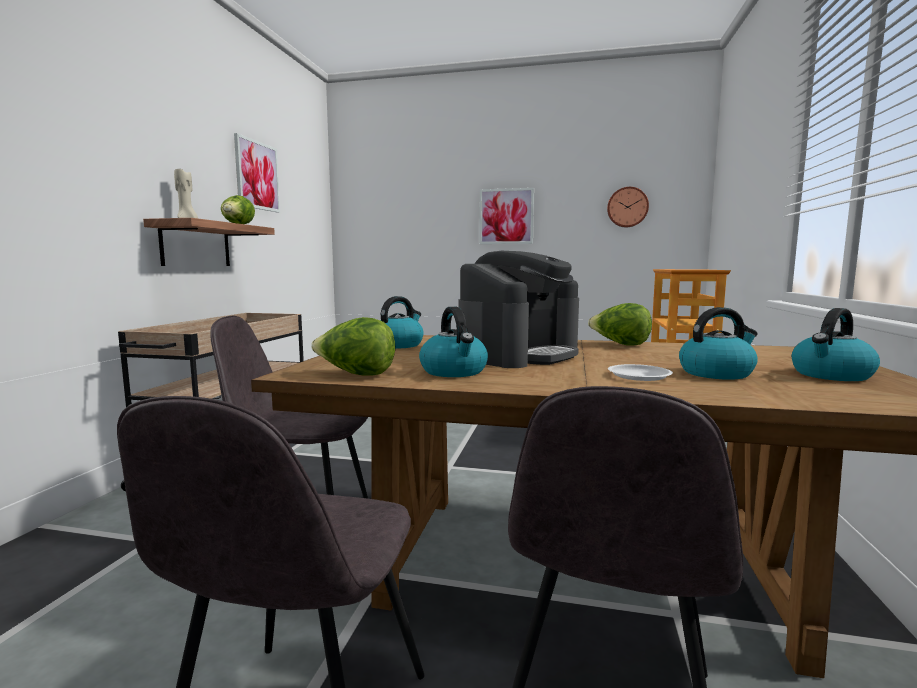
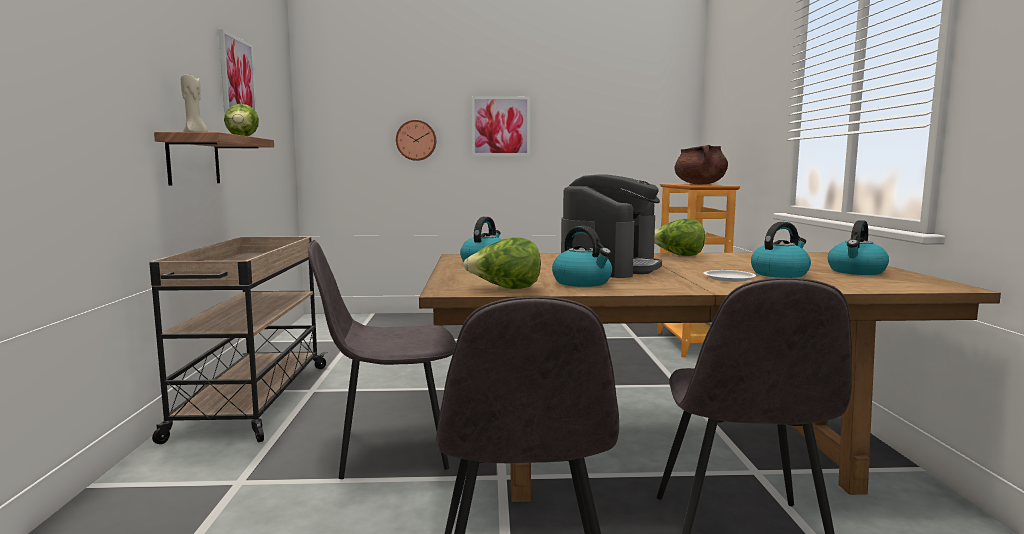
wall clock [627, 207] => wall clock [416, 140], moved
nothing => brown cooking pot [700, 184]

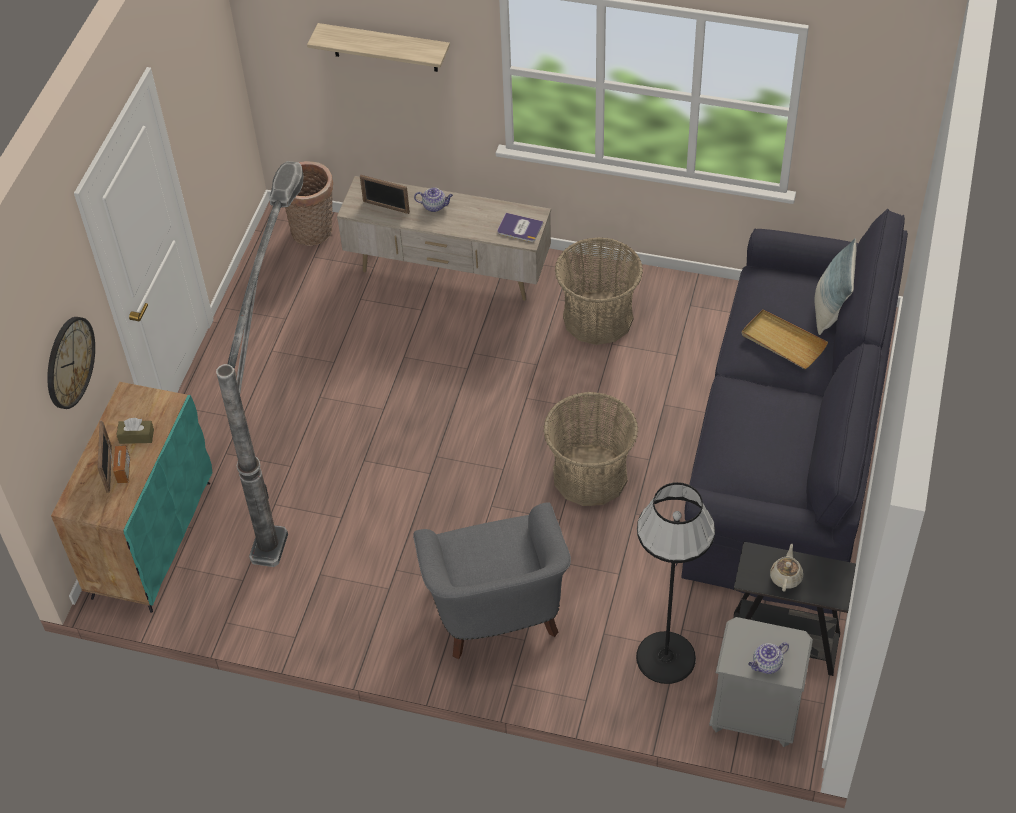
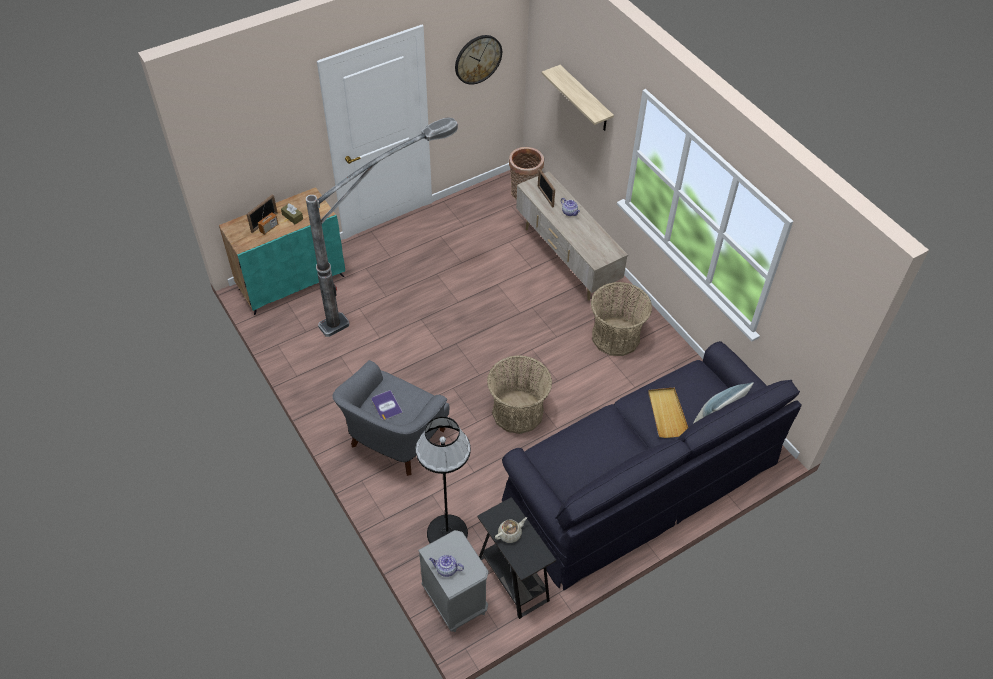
book [520, 228] => book [386, 406], moved
wall clock [69, 362] => wall clock [478, 59], moved

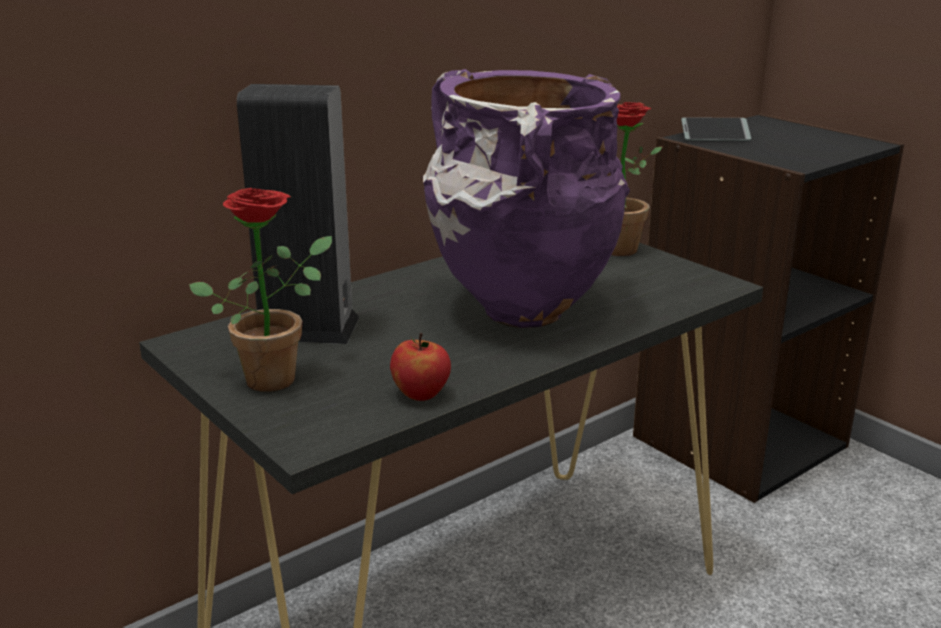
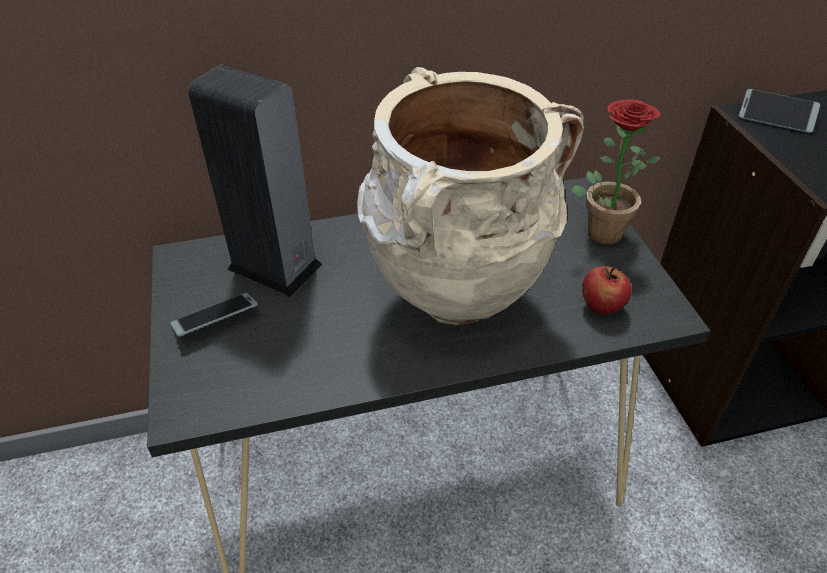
potted plant [277, 375] => phone [216, 320]
purple vase [520, 311] => beige vase [455, 297]
apple [421, 394] => apple [602, 306], moved

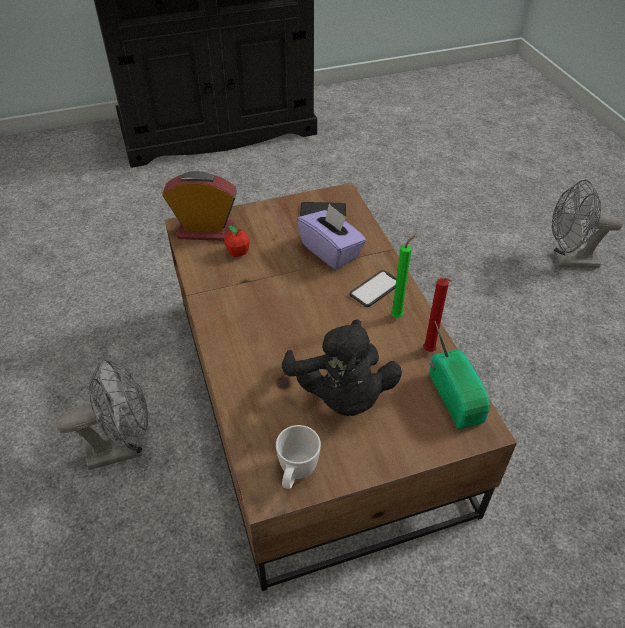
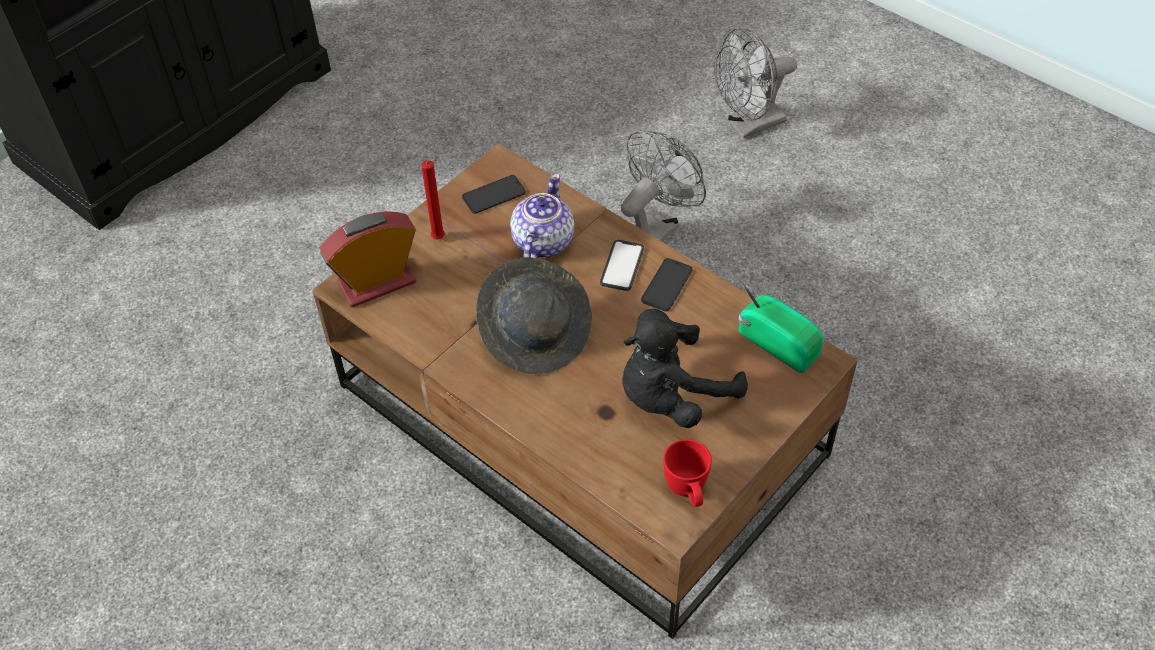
red candle [430, 352] => red candle [440, 239], moved
nothing => grey hat [536, 333]
purple tissue box [331, 251] => teapot [542, 242]
grey fan [123, 447] => grey fan [654, 229], moved
black plush toy [341, 395] => black plush toy [671, 396], 105 degrees clockwise
green candle [398, 316] => phone [666, 285]
white mug [296, 474] => red mug [687, 492]
apple [238, 252] => nothing

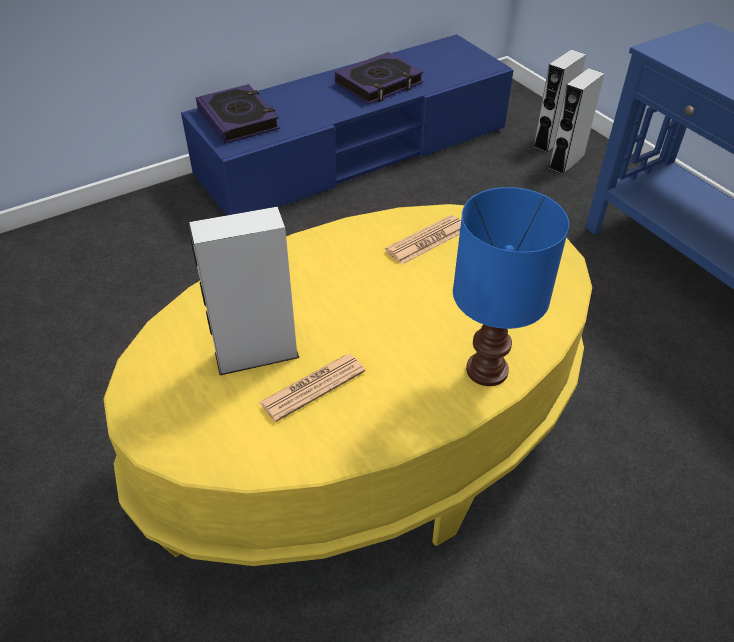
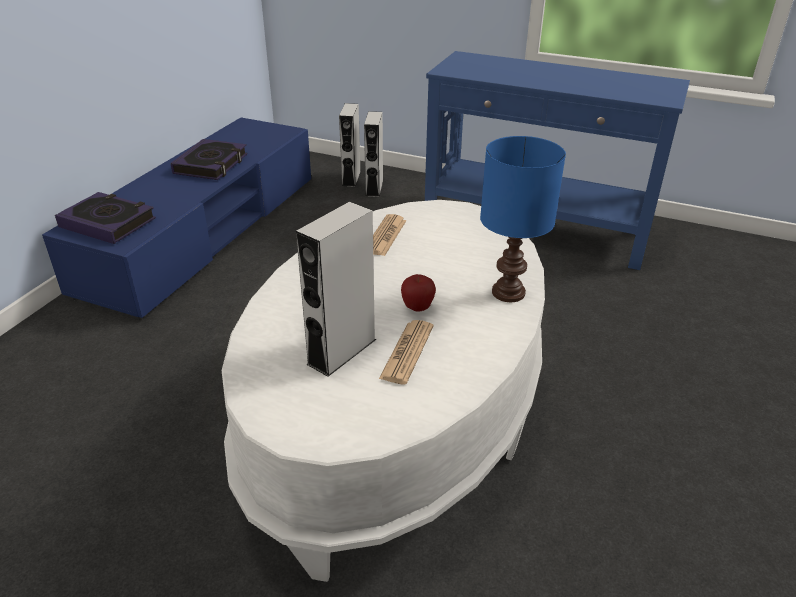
yellow coffee table [366, 436] => white coffee table [396, 418]
nothing => apple [417, 308]

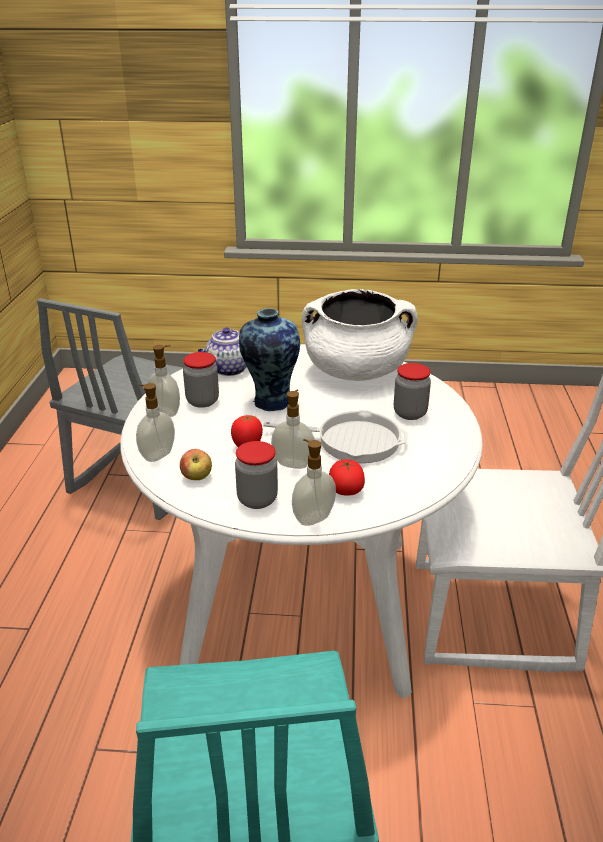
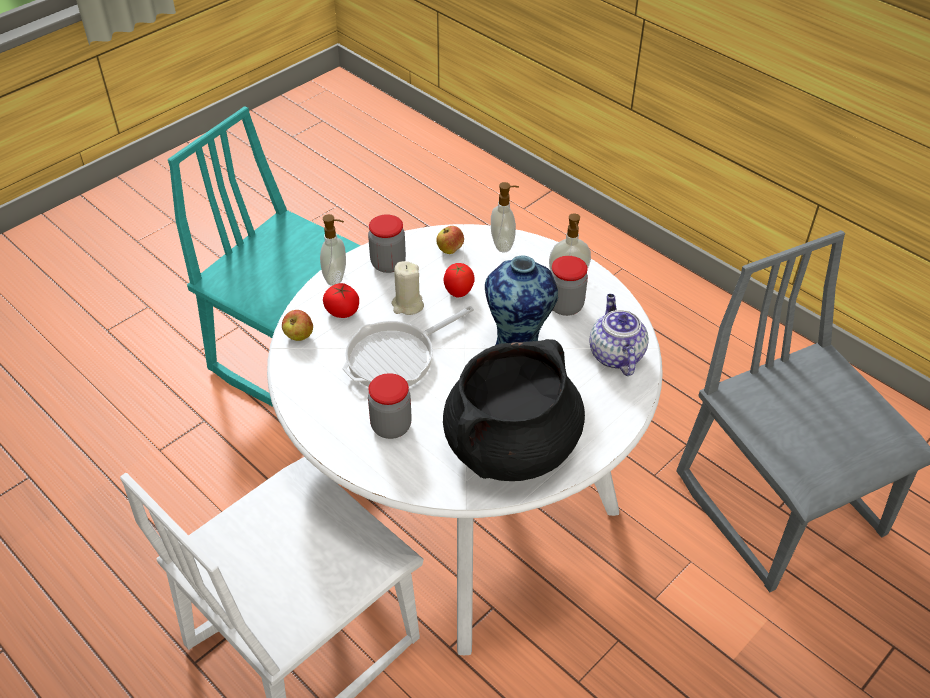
nothing => apple [299, 335]
soap dispenser [293, 463] => beige candle [407, 305]
white cooking pot [356, 371] => black cooking pot [511, 447]

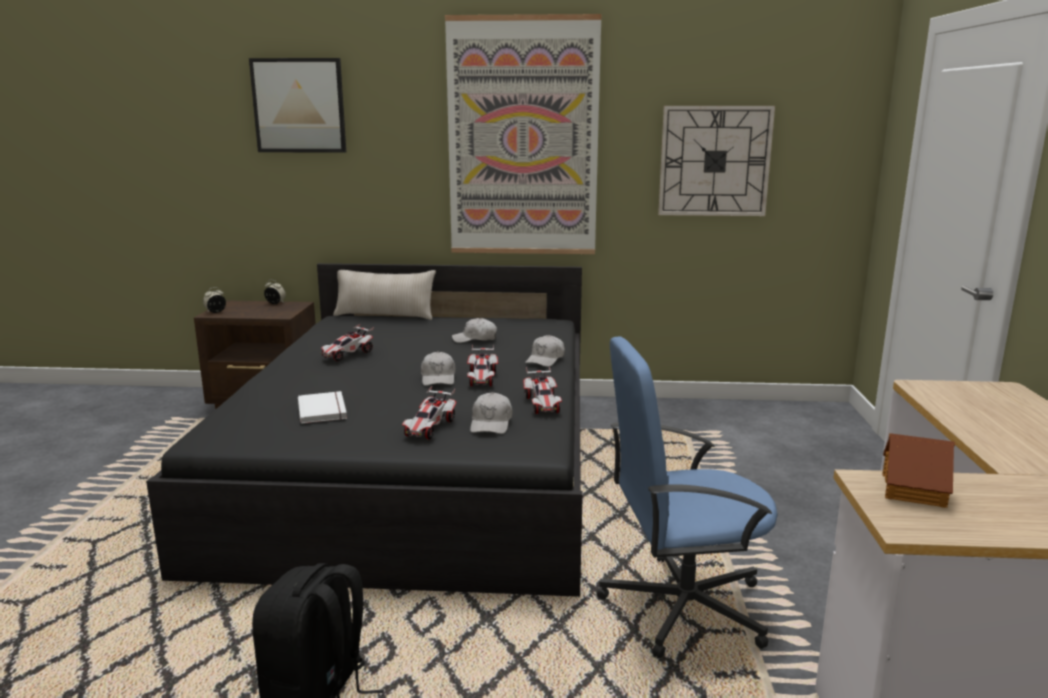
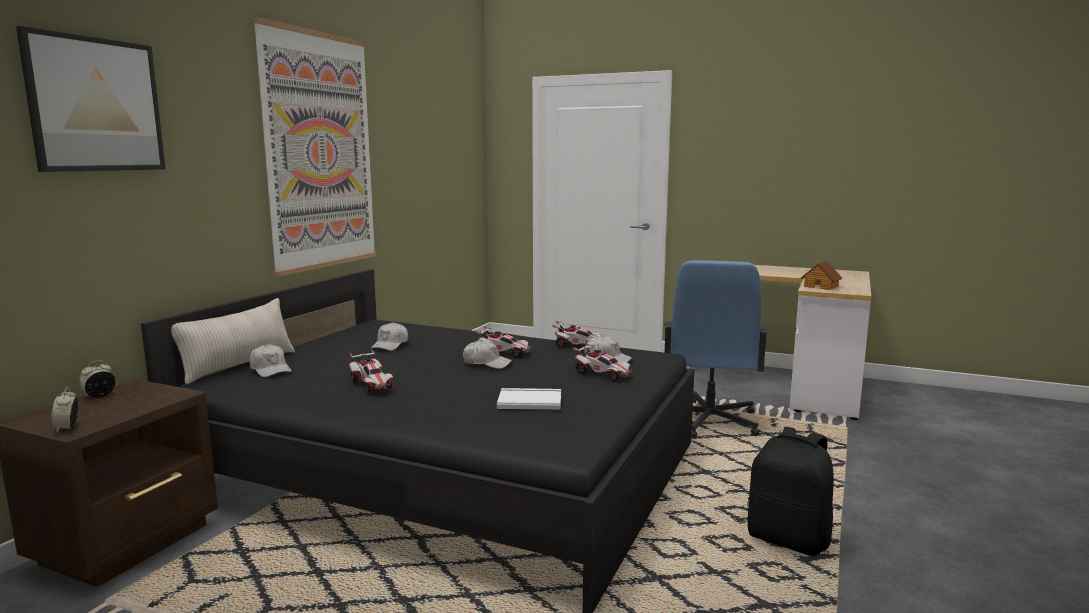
white cap [545, 359] => white cap [270, 370], moved
wall clock [714, 161] => nothing

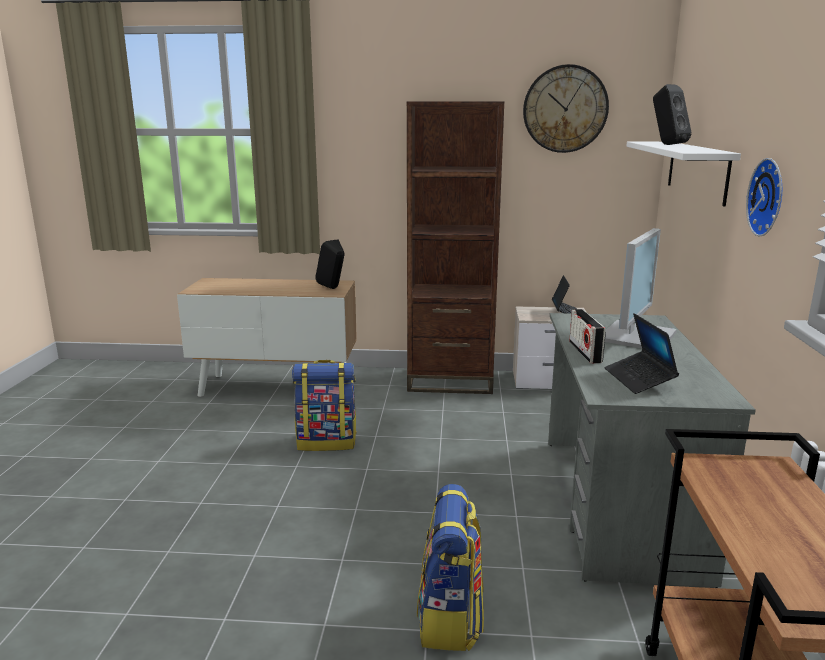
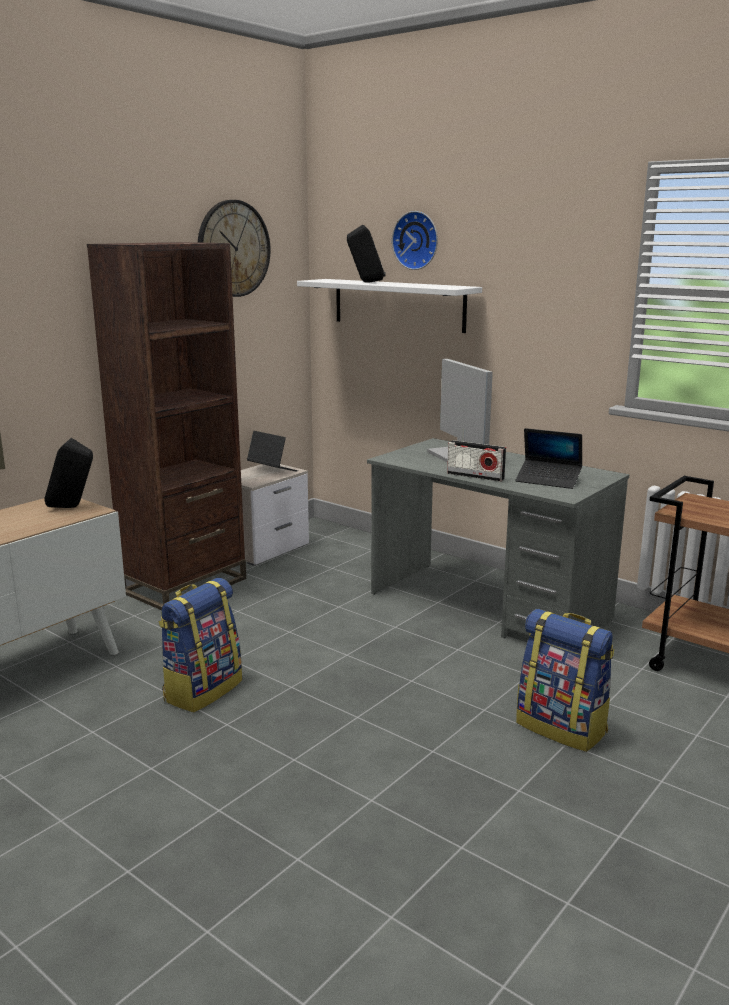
wall clock [770, 197] => wall clock [417, 240], moved

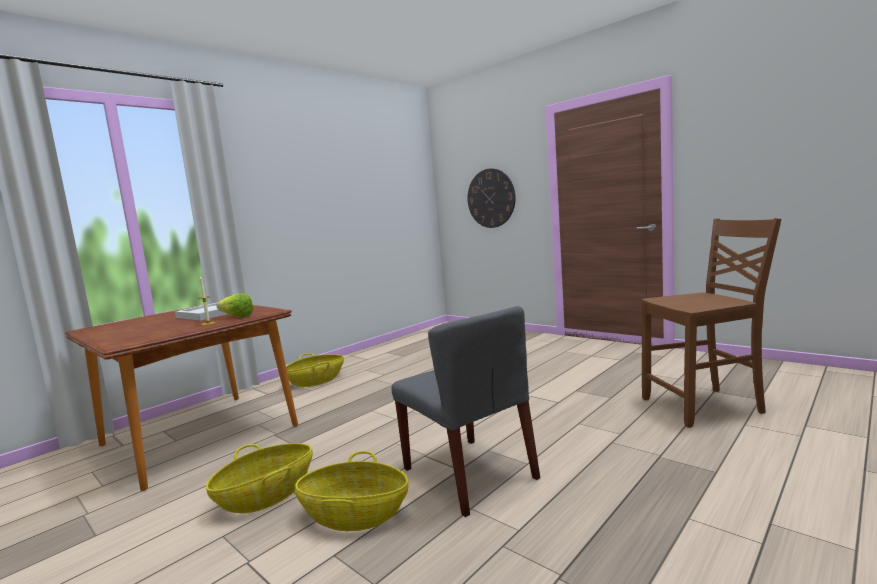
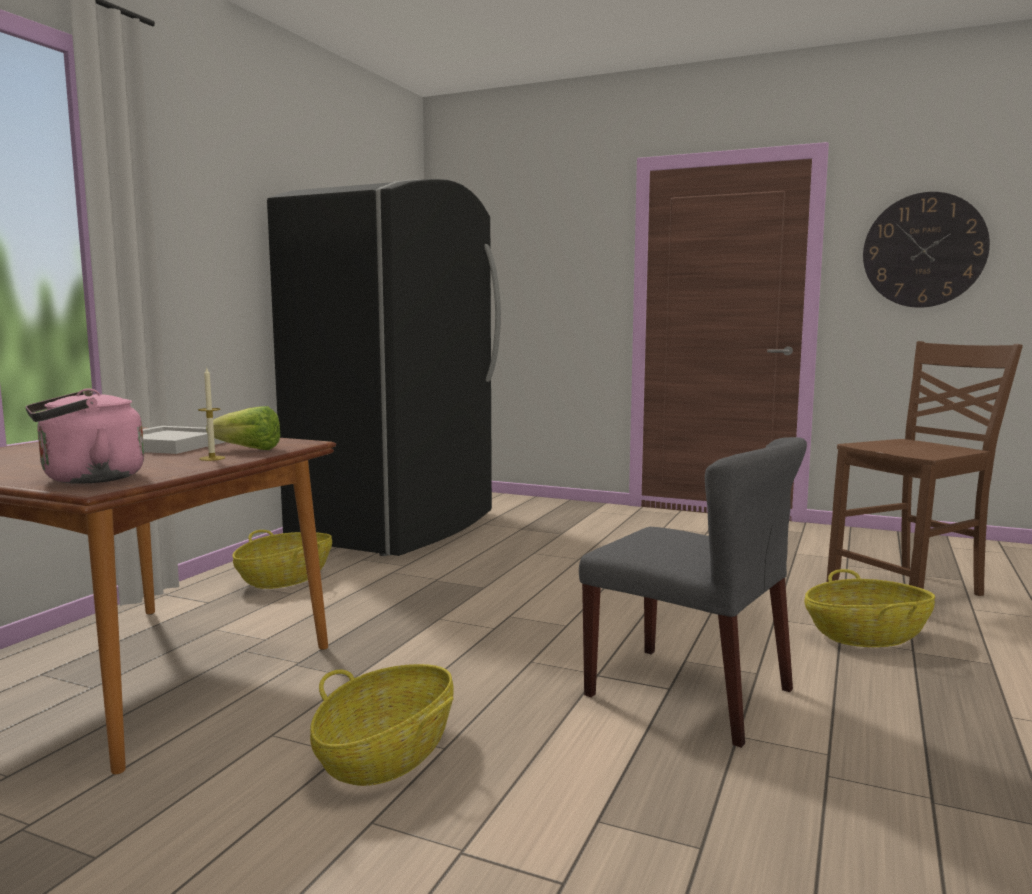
nothing => pink kettle [87, 479]
nothing => black fridge [398, 527]
basket [355, 515] => basket [867, 635], moved
wall clock [491, 198] => wall clock [924, 250], moved

